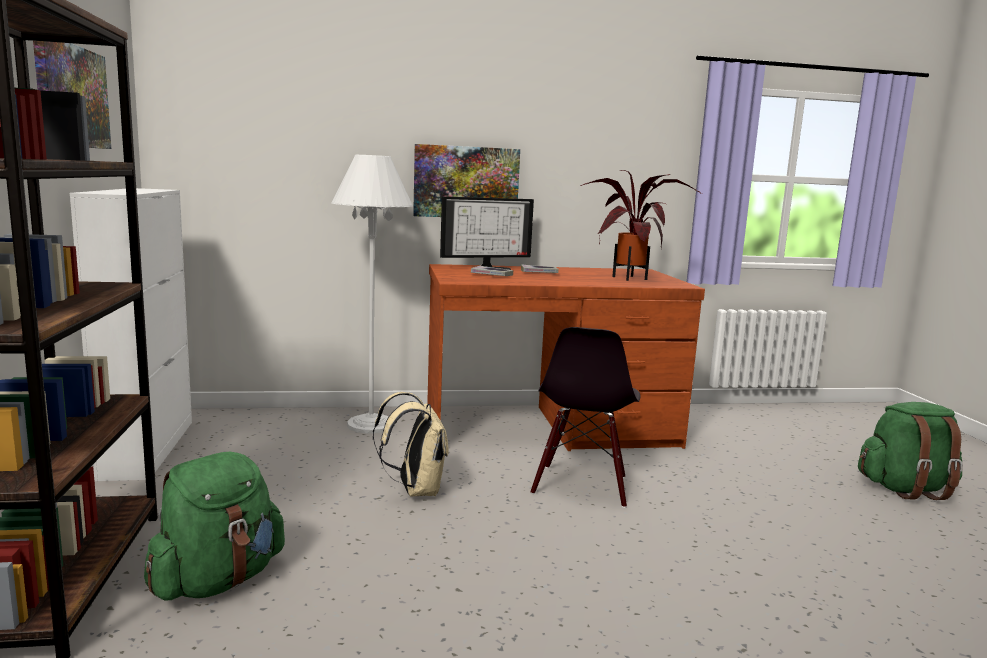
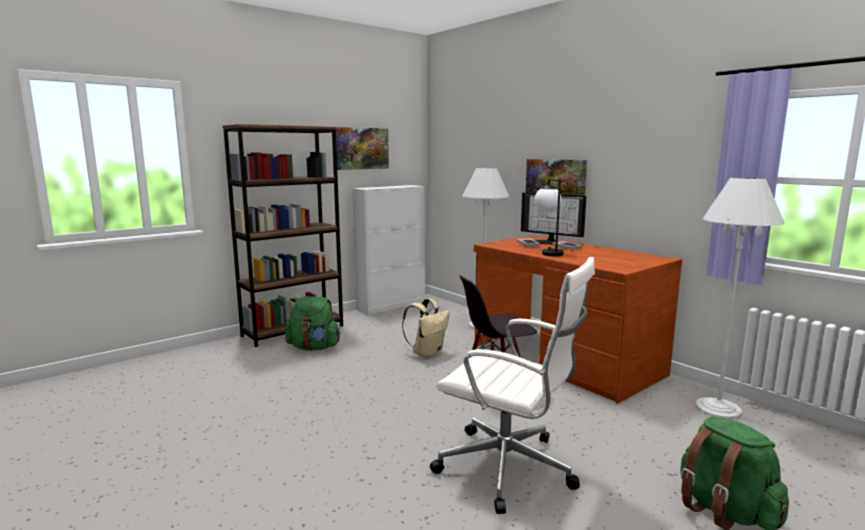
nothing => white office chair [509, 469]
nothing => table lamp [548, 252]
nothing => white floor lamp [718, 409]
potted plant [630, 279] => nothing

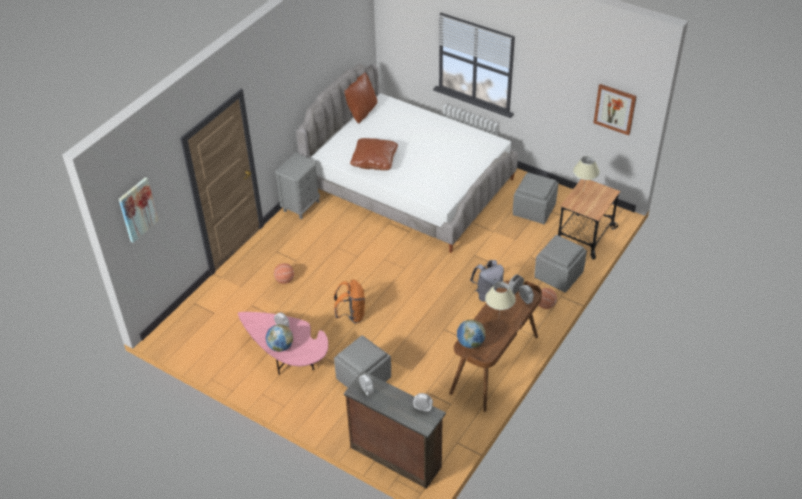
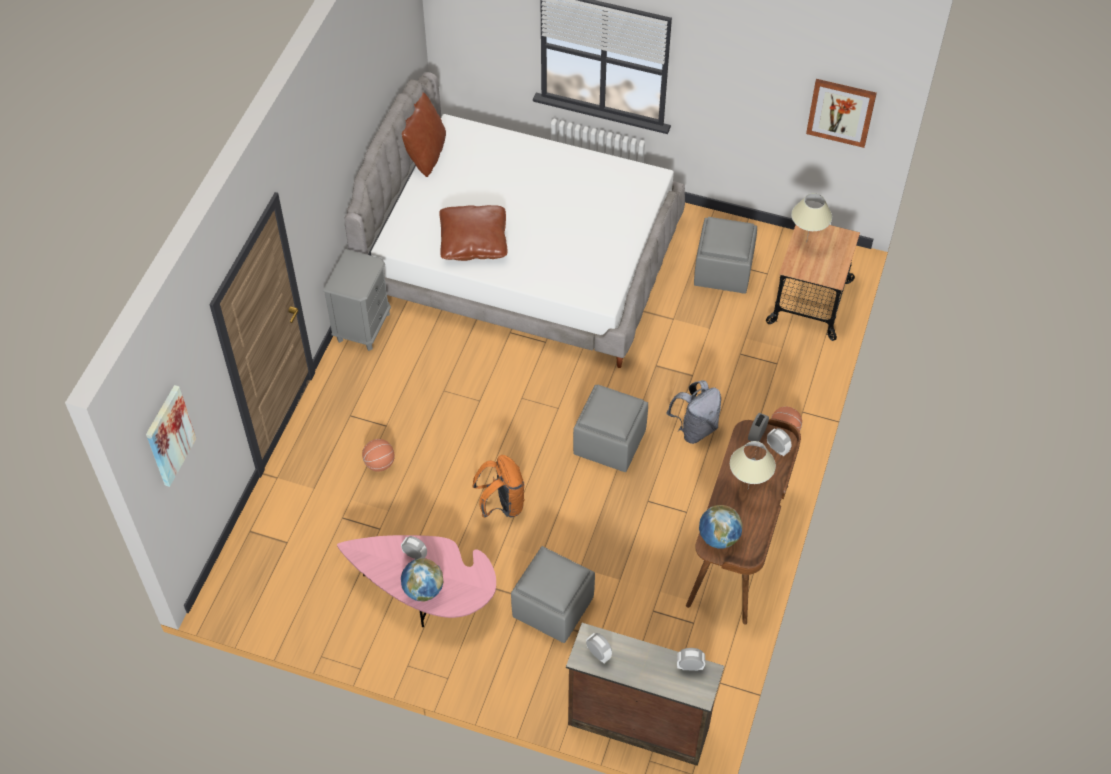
grey ottoman [559, 275] => grey ottoman [610, 443], moved

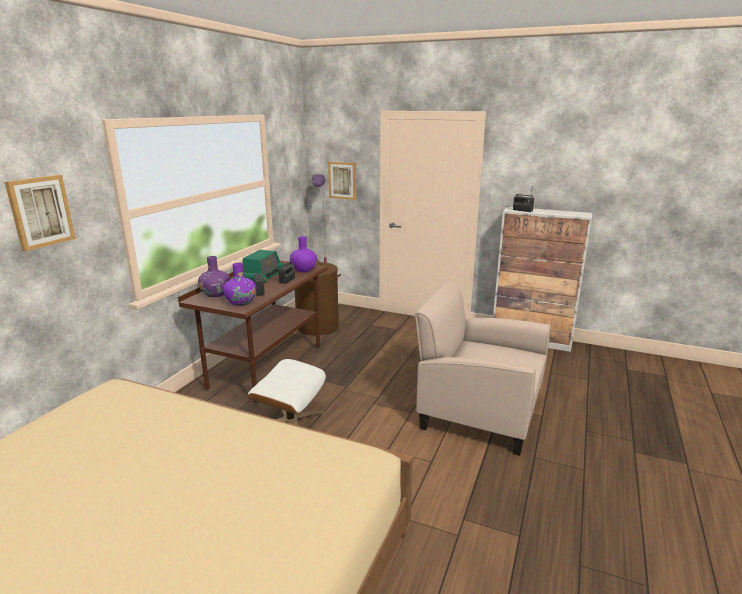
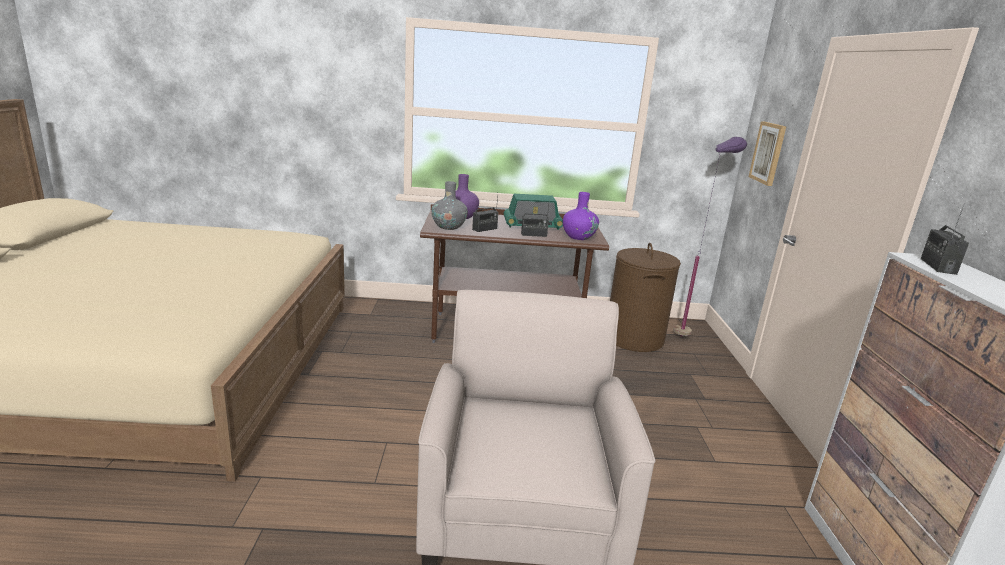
purple vase [241, 302] => grey vase [449, 227]
picture [40, 211] => nothing
white ottoman [290, 421] => nothing

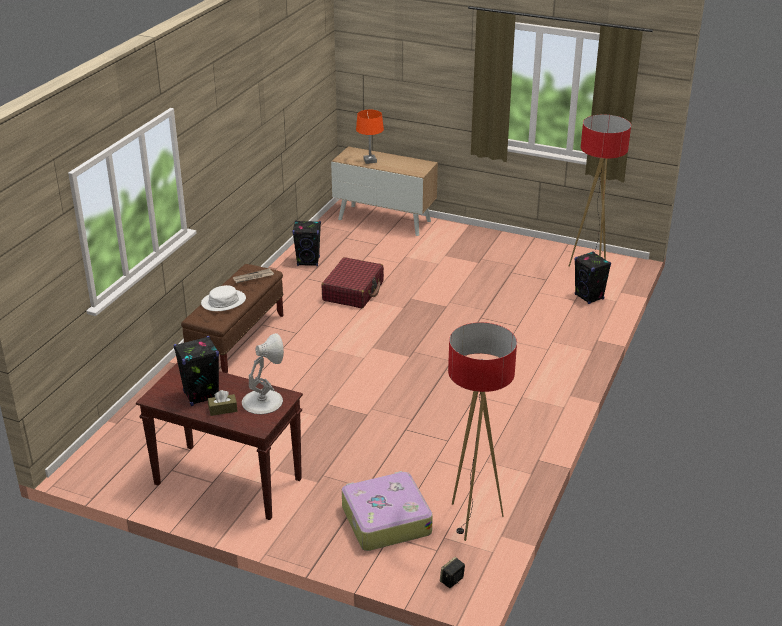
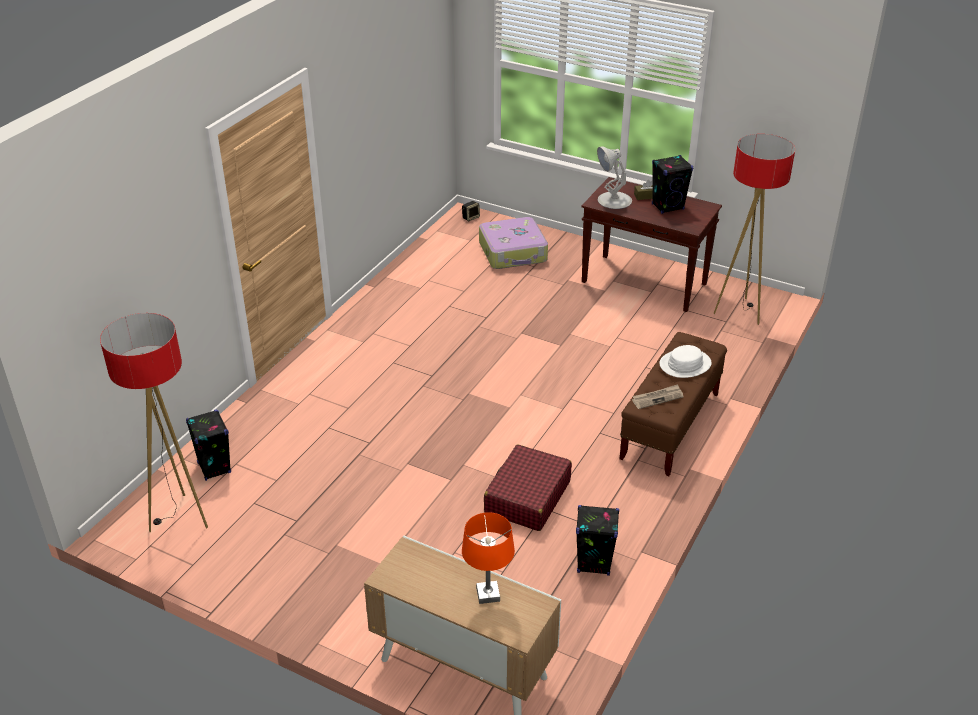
floor lamp [473, 520] => floor lamp [739, 312], moved

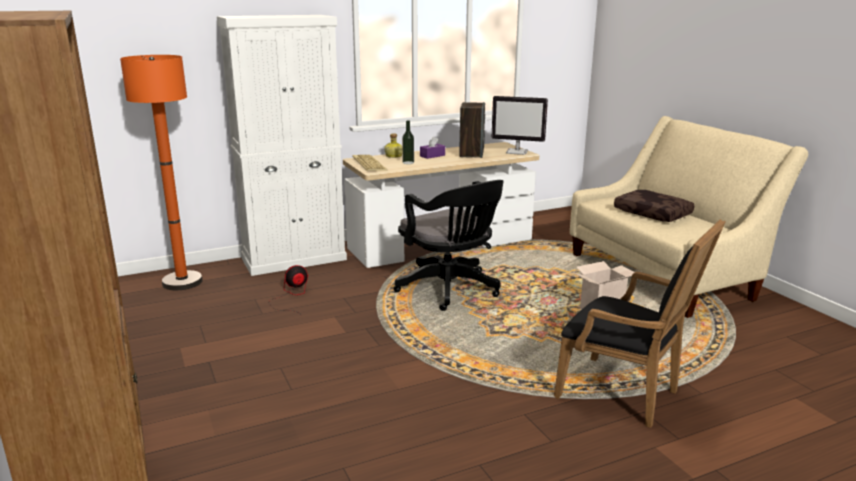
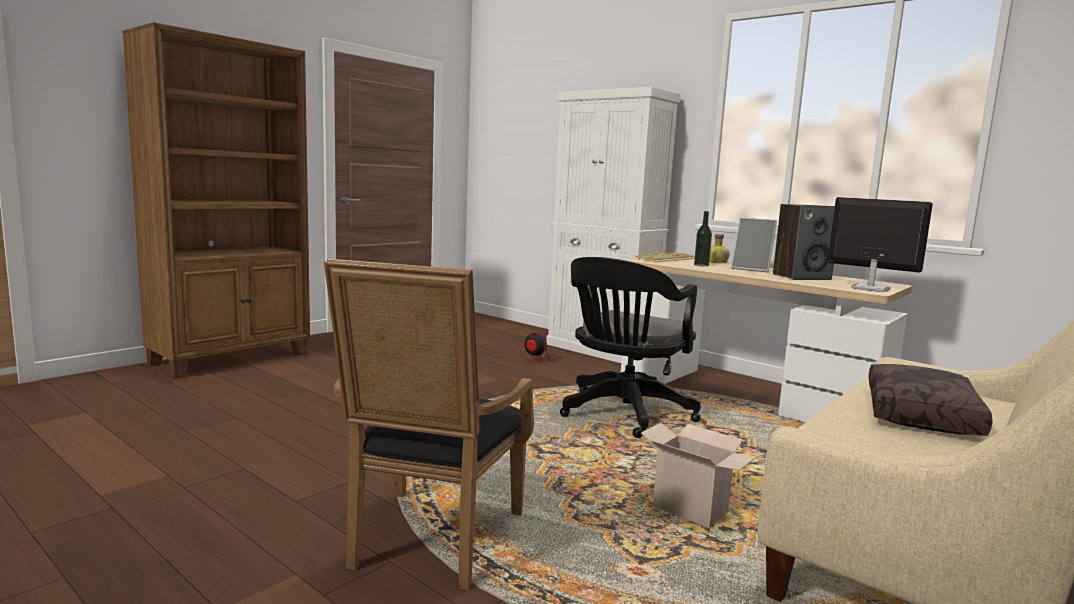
purple tissue box [432, 156] => picture frame [752, 269]
monitor [517, 152] => monitor [869, 288], 135 degrees clockwise
orange floor lamp [182, 282] => nothing

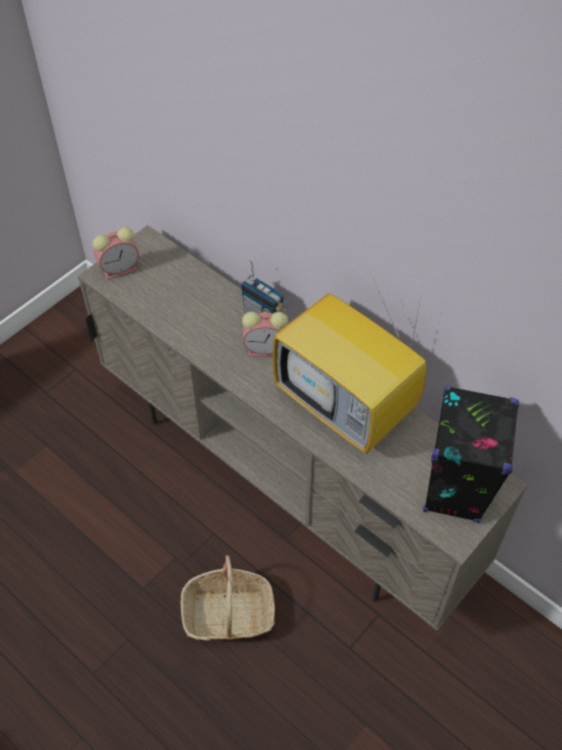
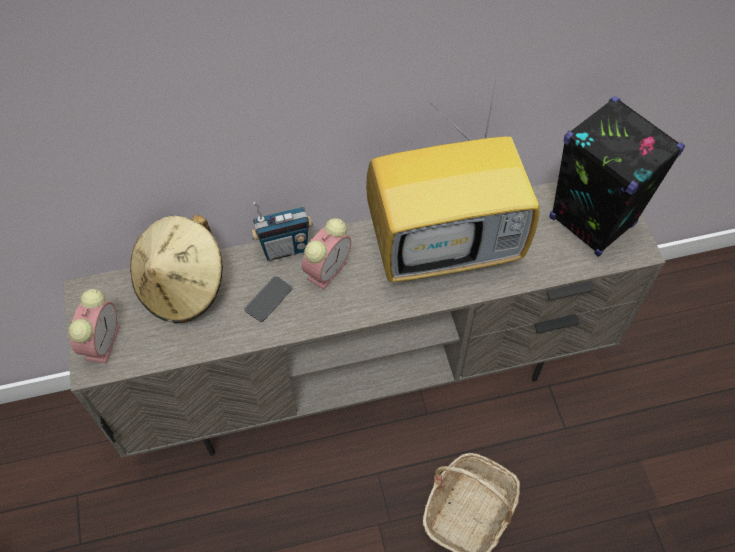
nothing => beige hat [183, 286]
nothing => phone [268, 299]

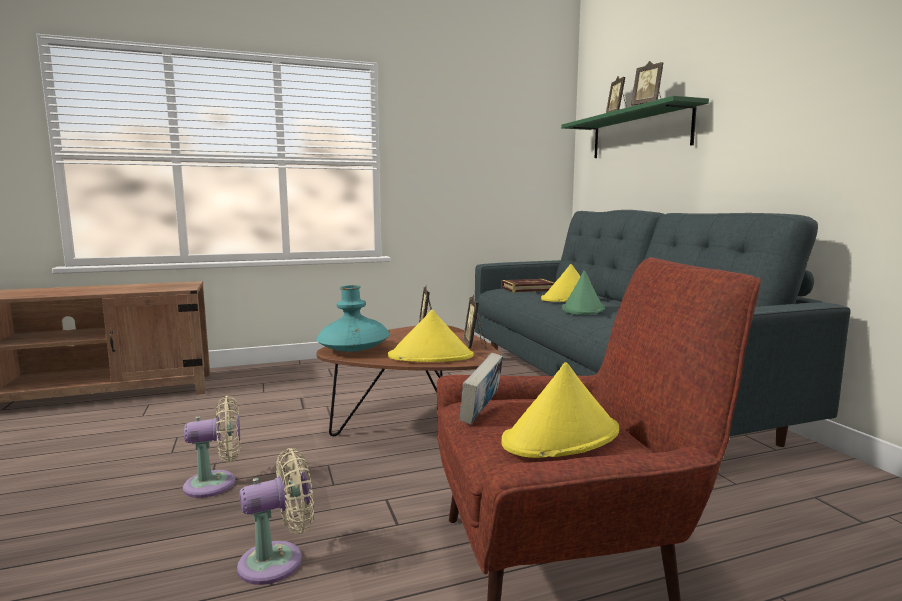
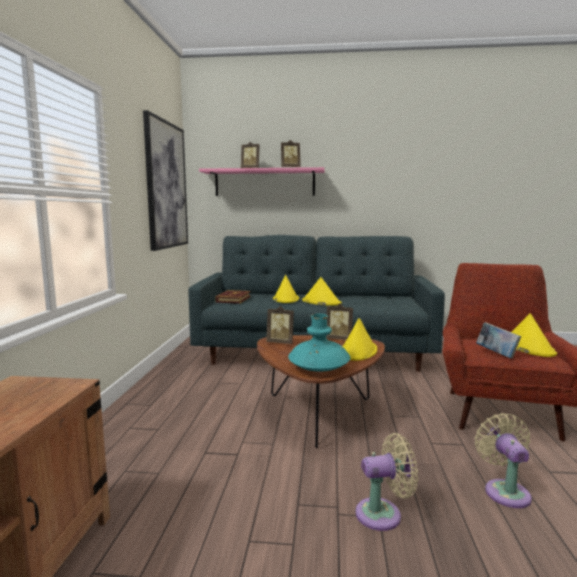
nothing => picture [166, 185]
green shelf [639, 133] => pink shelf [264, 183]
green hat [583, 309] => yellow hat [321, 302]
beige fan [216, 484] => beige fan [383, 514], 75 degrees clockwise

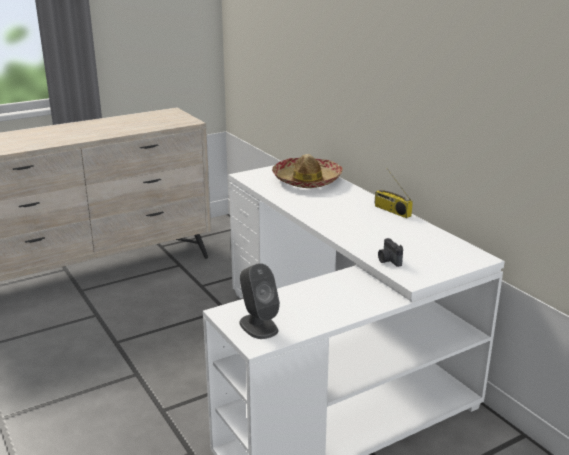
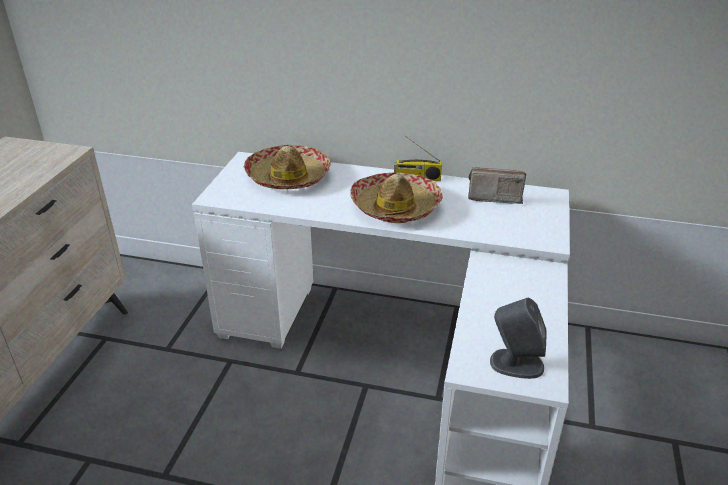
nothing => hat [395, 207]
nothing => radio [493, 197]
photo camera [388, 260] => nothing

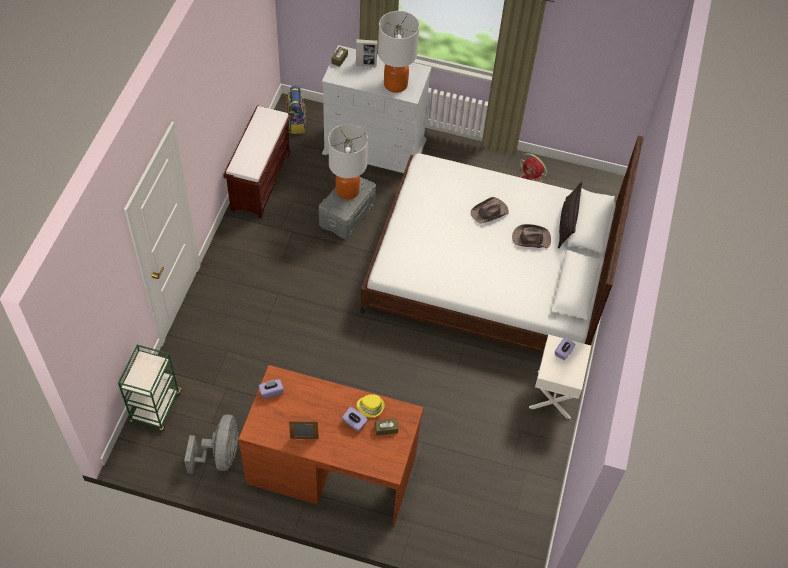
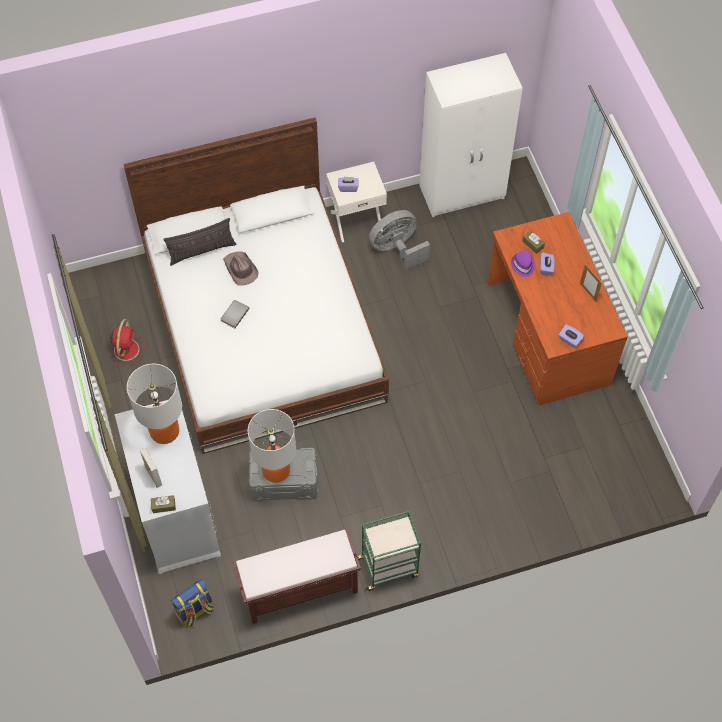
brown hat [490, 212] => grey book [234, 314]
green cart [156, 408] => green cart [388, 567], moved
grey fan [220, 456] => grey fan [397, 249], moved
nothing => white wardrobe [463, 193]
yellow hat [370, 406] => purple hat [523, 265]

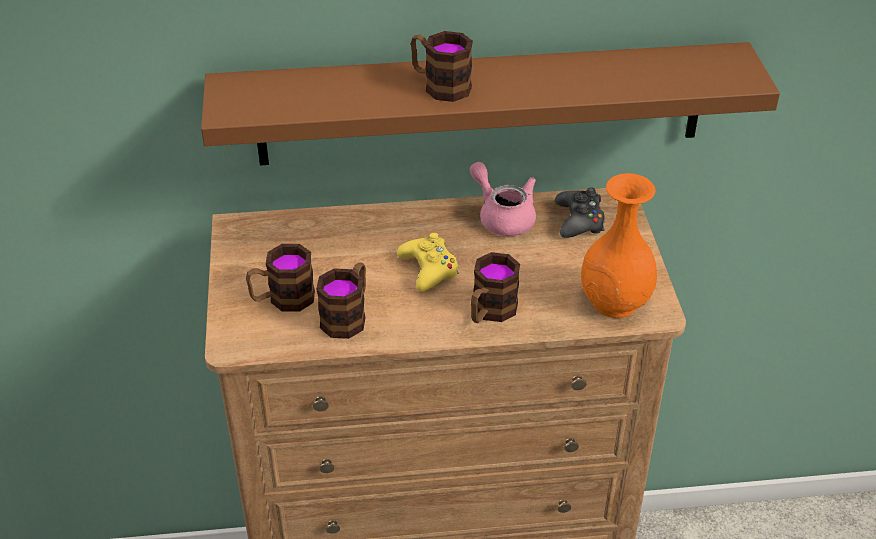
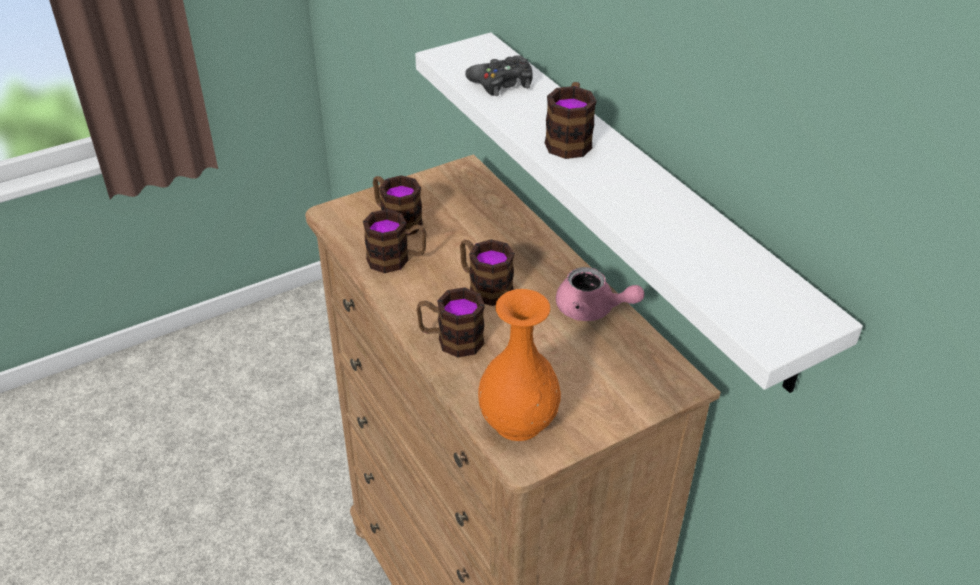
brown shelf [481, 104] => white shelf [635, 199]
yellow game controller [429, 269] => mug [484, 286]
black game controller [579, 221] => black game controller [502, 83], moved
pink teapot [503, 216] => pink teapot [592, 310], 90 degrees clockwise

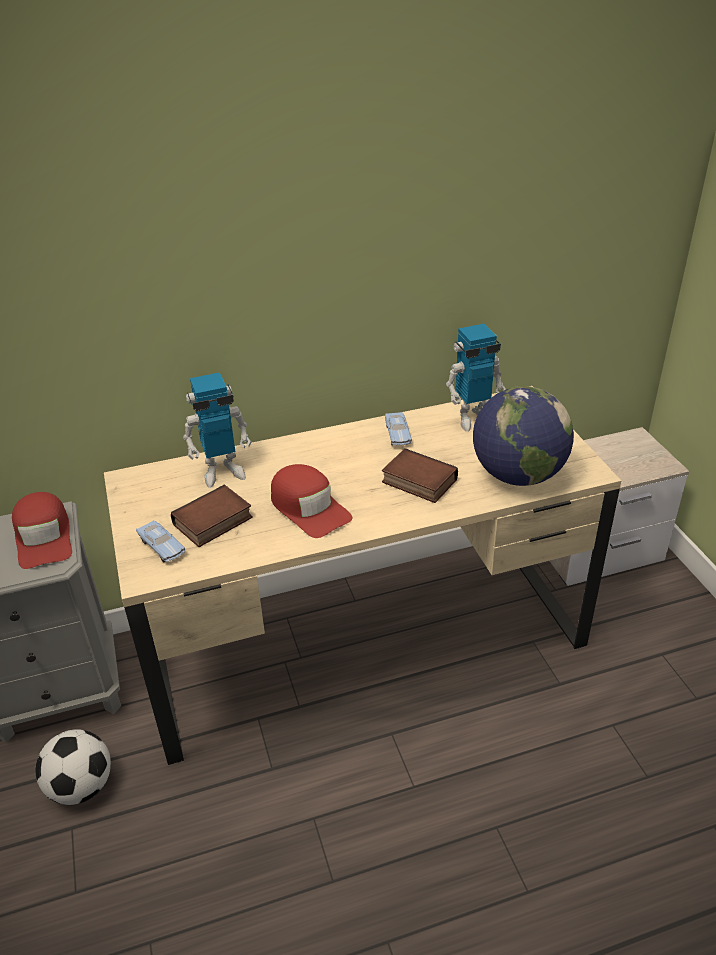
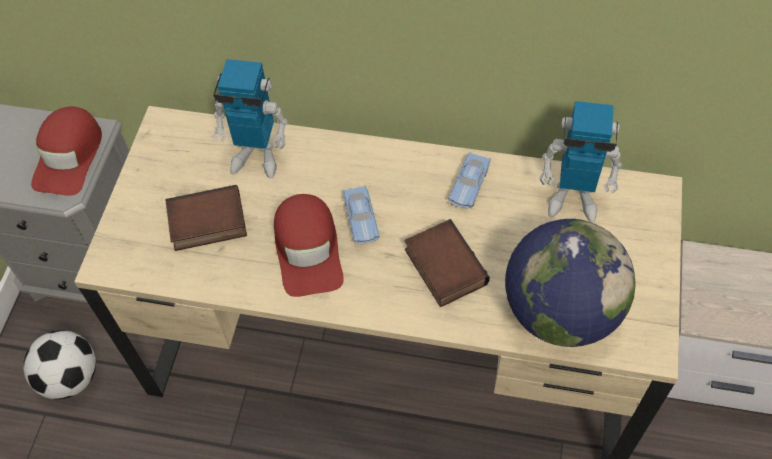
blue toy car [161, 547] => blue toy car [361, 219], moved

